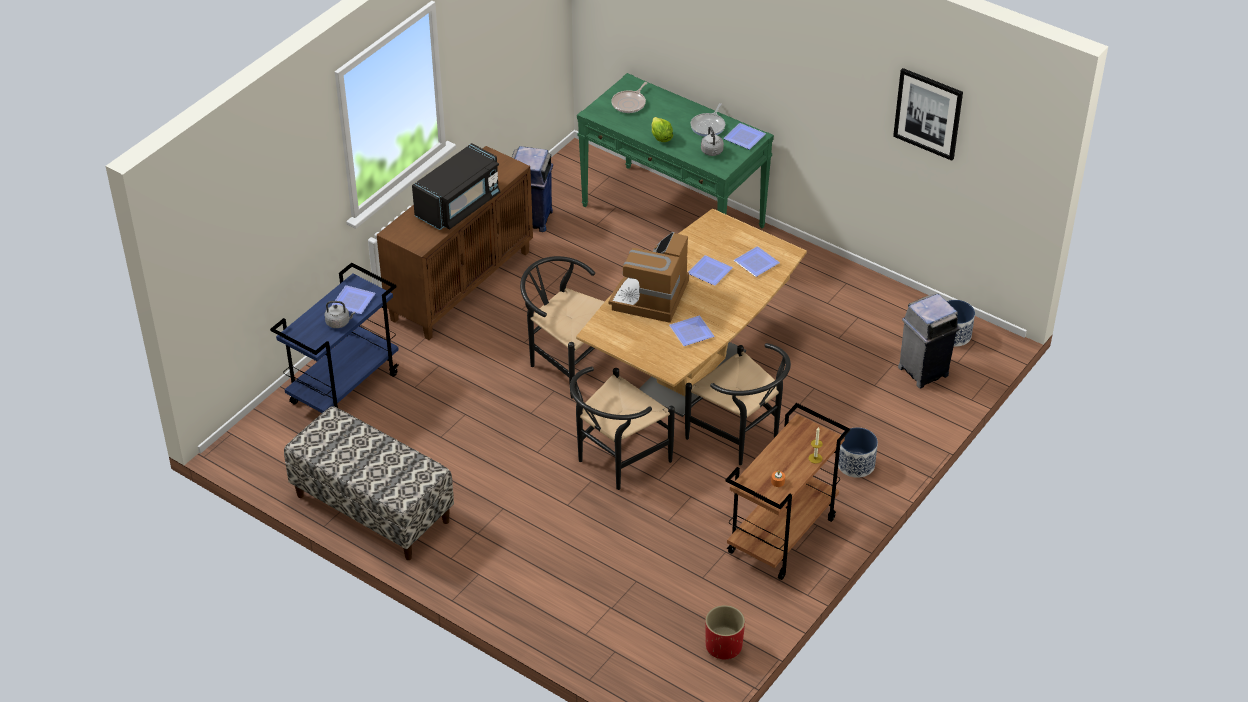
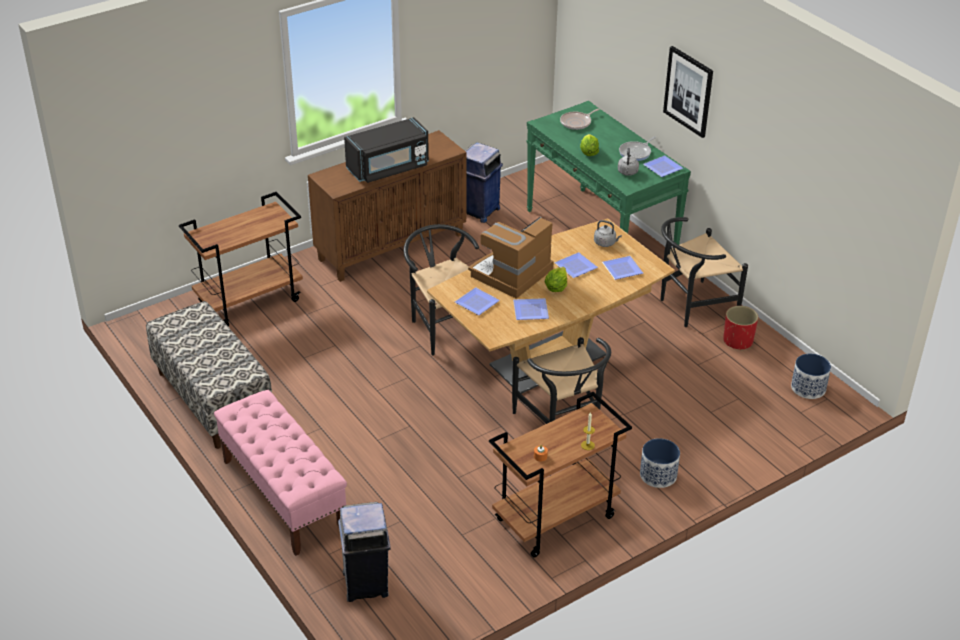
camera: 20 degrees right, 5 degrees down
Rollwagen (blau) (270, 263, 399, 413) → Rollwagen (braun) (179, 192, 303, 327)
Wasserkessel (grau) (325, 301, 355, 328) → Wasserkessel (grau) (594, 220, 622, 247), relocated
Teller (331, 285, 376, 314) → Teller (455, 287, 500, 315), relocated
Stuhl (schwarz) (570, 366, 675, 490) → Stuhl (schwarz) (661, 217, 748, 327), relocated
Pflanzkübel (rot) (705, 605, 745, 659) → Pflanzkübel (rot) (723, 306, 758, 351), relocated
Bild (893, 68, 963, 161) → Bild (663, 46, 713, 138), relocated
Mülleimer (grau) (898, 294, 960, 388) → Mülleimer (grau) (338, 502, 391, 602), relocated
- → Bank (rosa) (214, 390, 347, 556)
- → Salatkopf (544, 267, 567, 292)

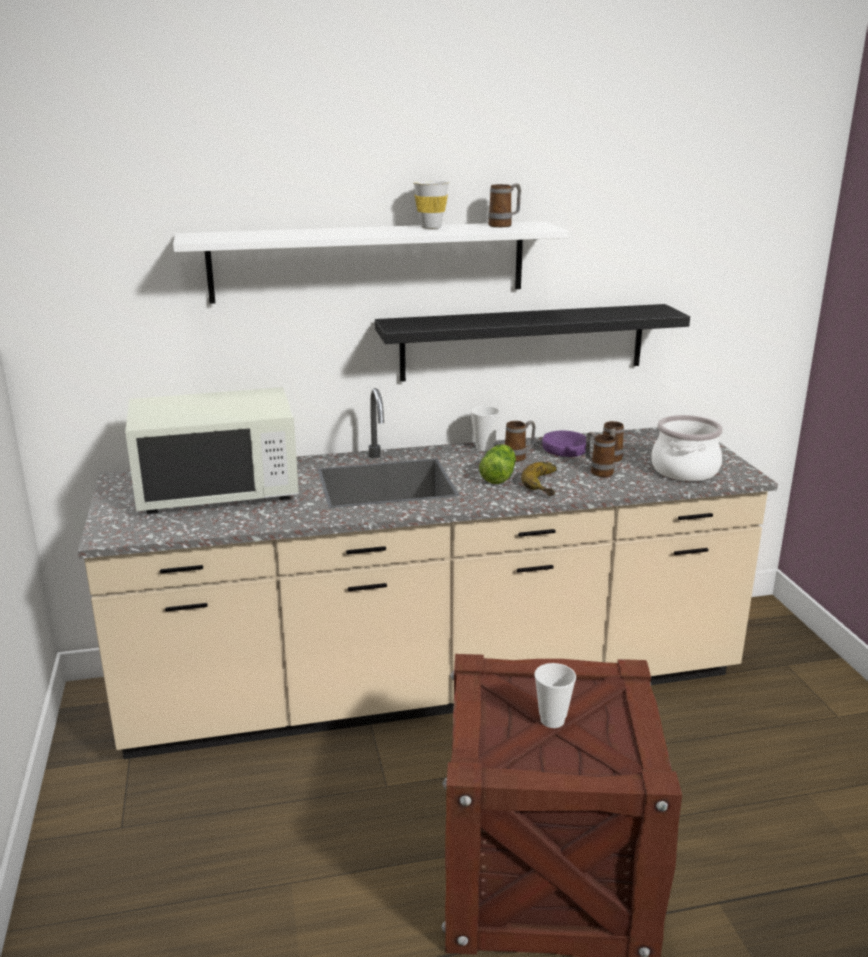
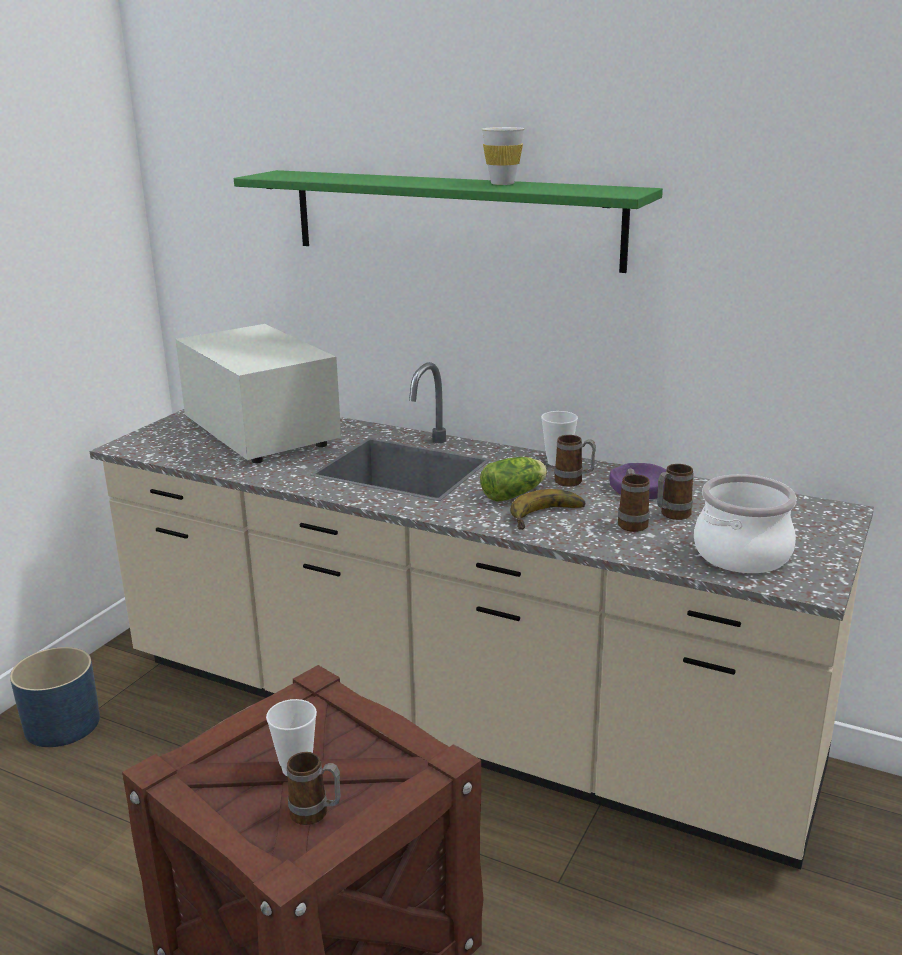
camera: 40 degrees right, 0 degrees up
Mikrowelle (weiß) (125, 387, 299, 514) → Mikrowelle (weiß) (175, 324, 341, 463), 150 degrees counterclockwise
Wandregal (weiß) (173, 221, 568, 304) → Wandregal (grün) (234, 170, 663, 273)
Wandregal (schwarz) (375, 304, 690, 382) → -
Henkelbecher (488, 183, 521, 227) → Henkelbecher (287, 752, 341, 825), relocated
- → Pflanzkübel (blau) (10, 647, 100, 747)

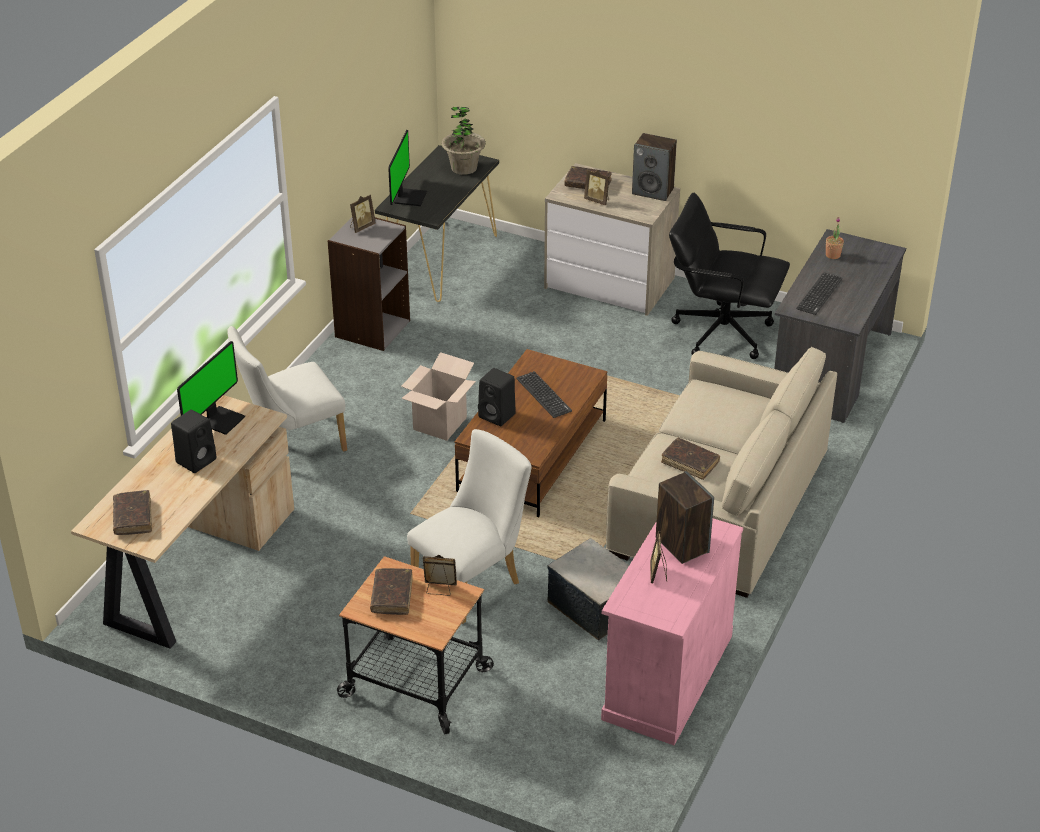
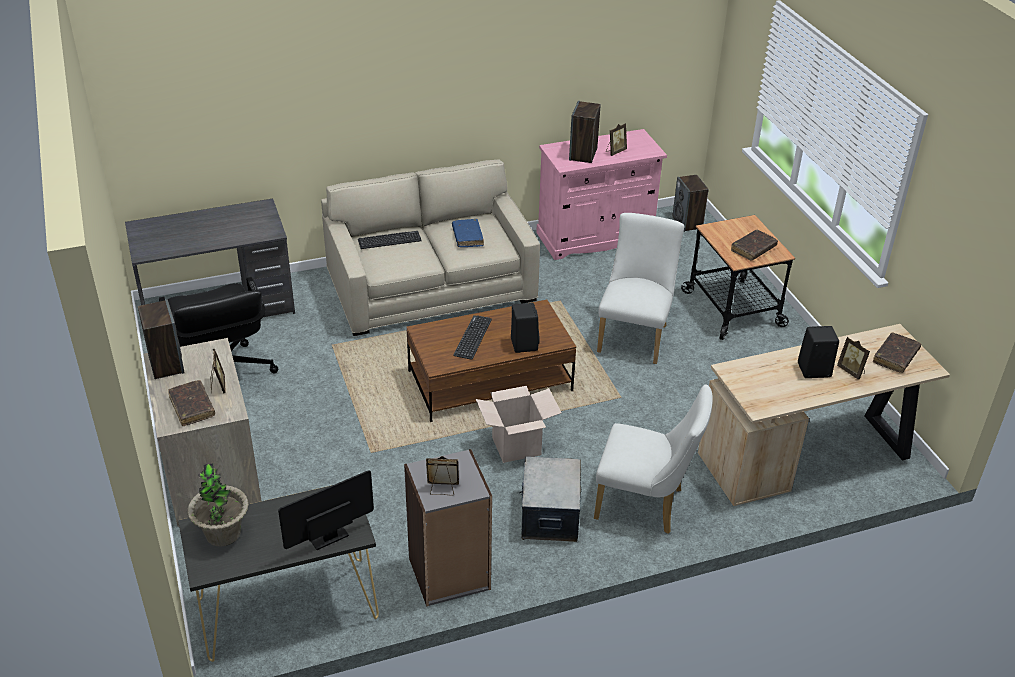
camera: 135 degrees left, 0 degrees up
Monitor (177, 341, 245, 435) → -
Stuhl (weiß) (407, 429, 531, 624) → Stuhl (weiß) (597, 213, 685, 364), 105 degrees clockwise
Bilderrahmen (423, 555, 457, 596) → Bilderrahmen (837, 337, 870, 380), relocated
Aufbewahrungsbox (547, 538, 629, 641) → Aufbewahrungsbox (520, 456, 581, 542), relocated
Buch (braun) (661, 438, 720, 480) → Buch (blau) (452, 219, 484, 247)
Tastatur (796, 272, 842, 315) → Tastatur (358, 231, 422, 249), relocated
Topfpflanze (826, 217, 844, 259) → -
- → Lautsprecher (672, 175, 709, 232)

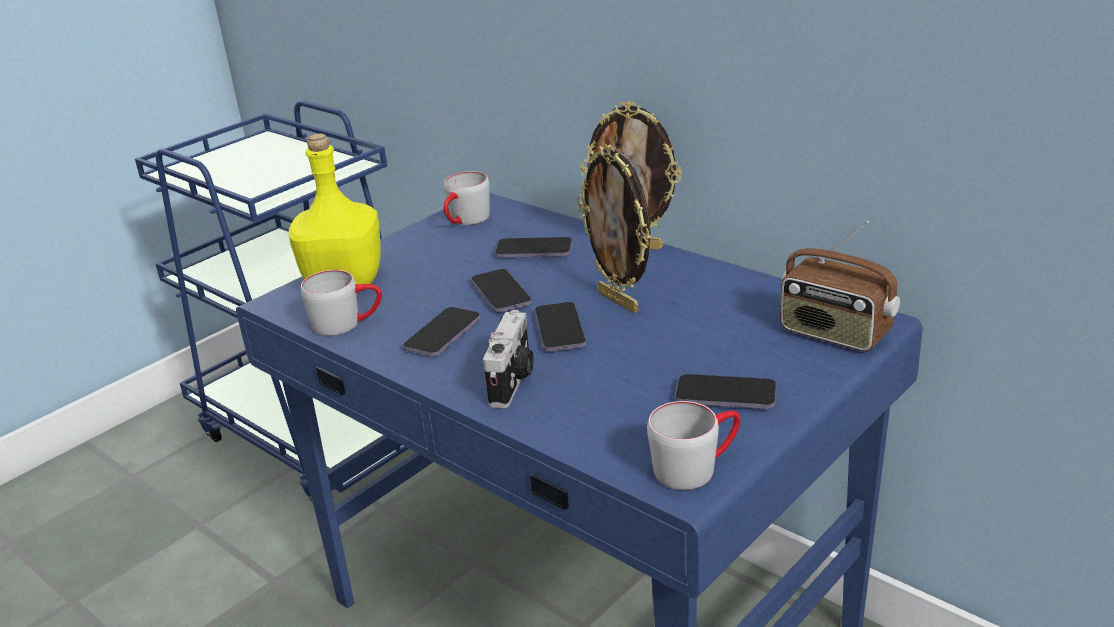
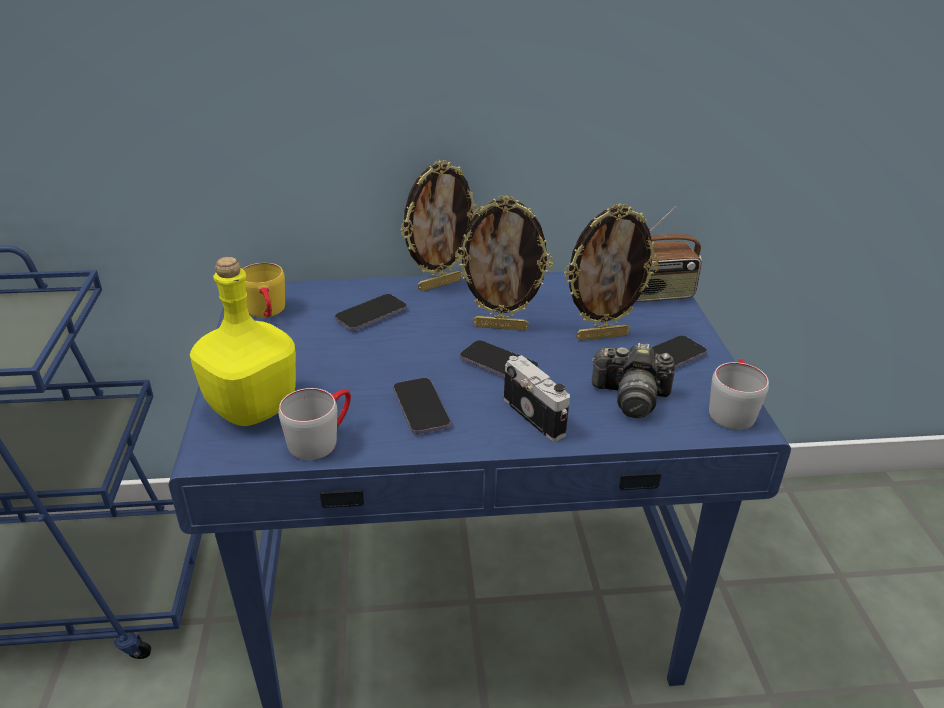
camera: 50 degrees left, 5 degrees up
Henkelbecher (grau) (443, 171, 490, 225) → Henkelbecher (gelb) (243, 263, 285, 318)
Handy (471, 269, 532, 312) → -
- → Bilderrahmen (564, 203, 659, 341)
- → Kamera (591, 343, 675, 418)

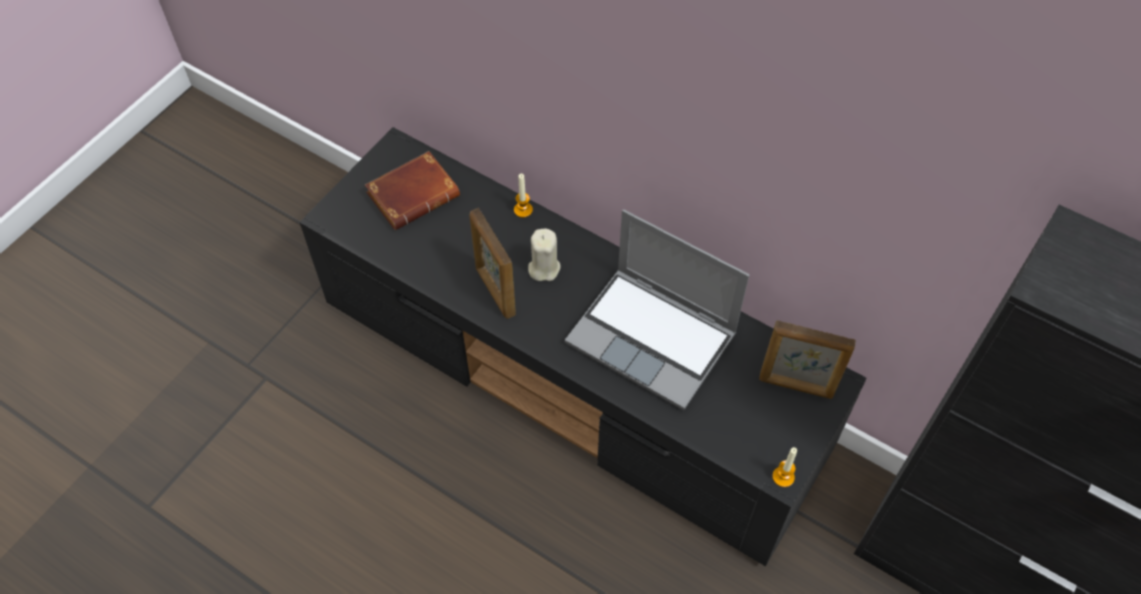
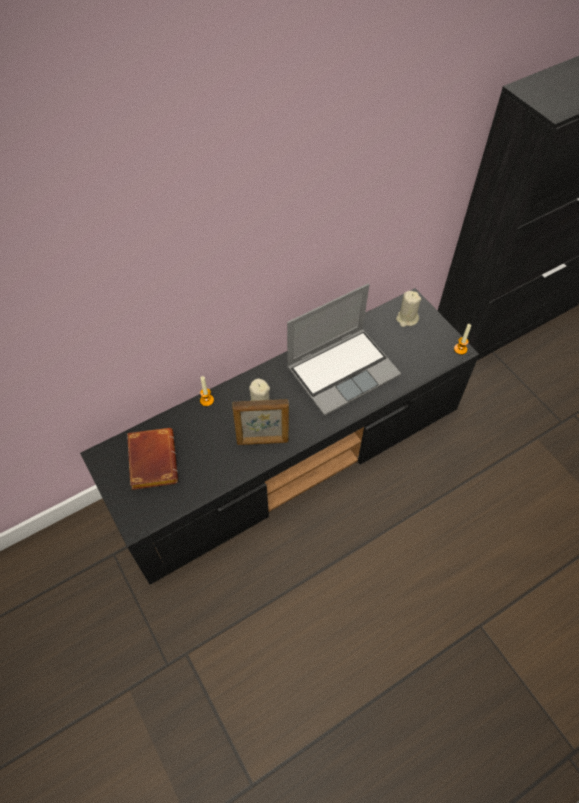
camera: 65 degrees left, 0 degrees up
Bilderrahmen (759, 320, 856, 399) → Kerze (beige) (396, 291, 421, 327)

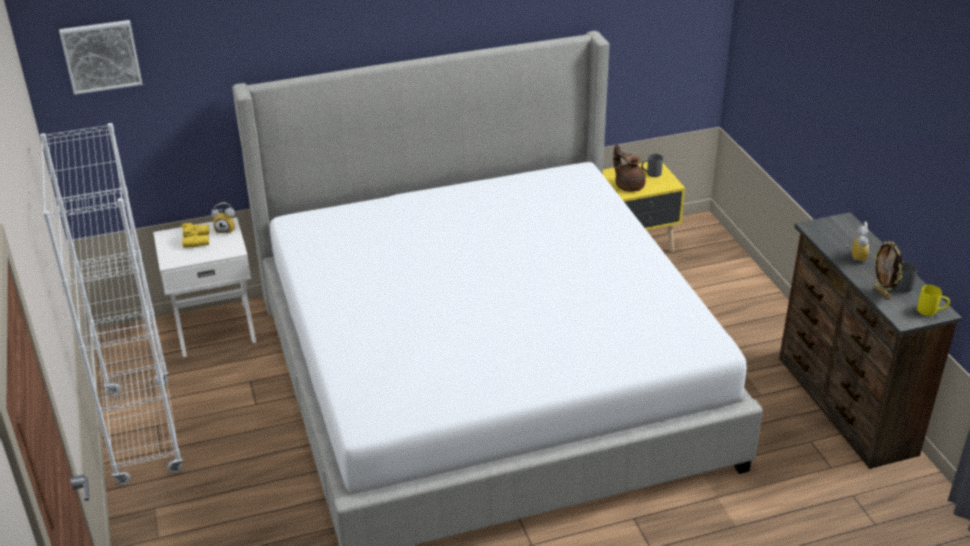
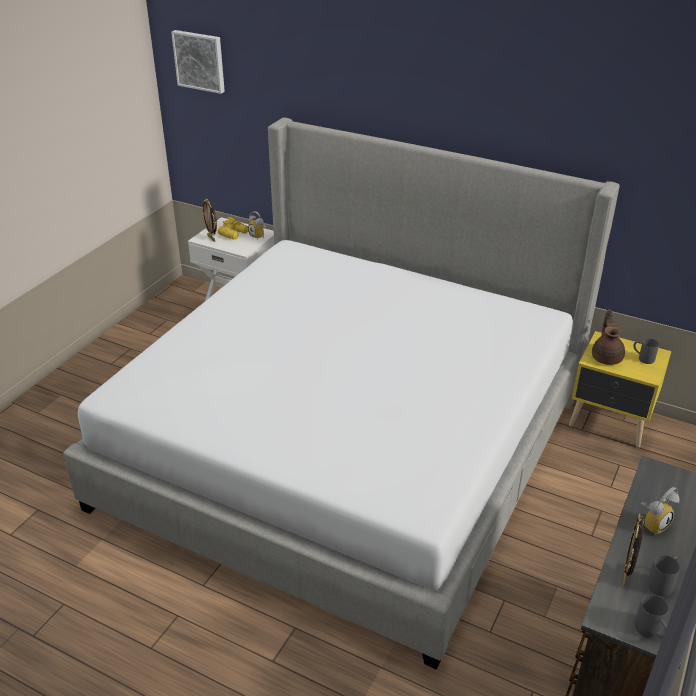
camera: 45 degrees right, 0 degrees up
Bücherregal (weiß) (40, 123, 183, 485) → -
Henkelbecher (gelb) (917, 285, 950, 316) → Henkelbecher (grau) (635, 595, 669, 639)
- → Bilderrahmen (202, 199, 217, 242)

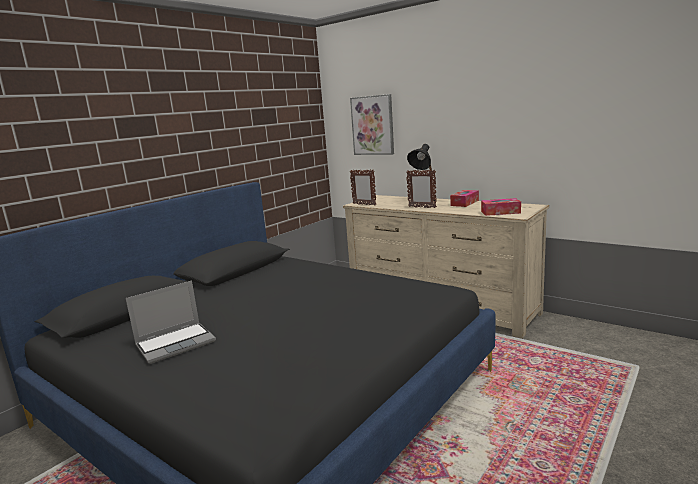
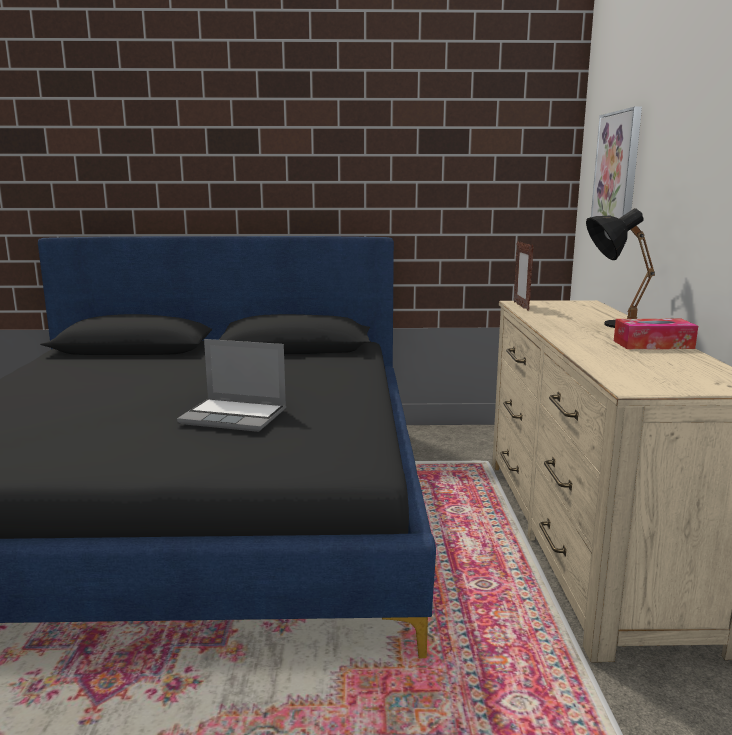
camera: 50 degrees right, 0 degrees up
Laptop (126, 280, 216, 364) → Laptop (177, 339, 286, 432), relocated
Bilderrahmen (406, 169, 437, 208) → -
Taschentuchbox (481, 198, 521, 216) → -

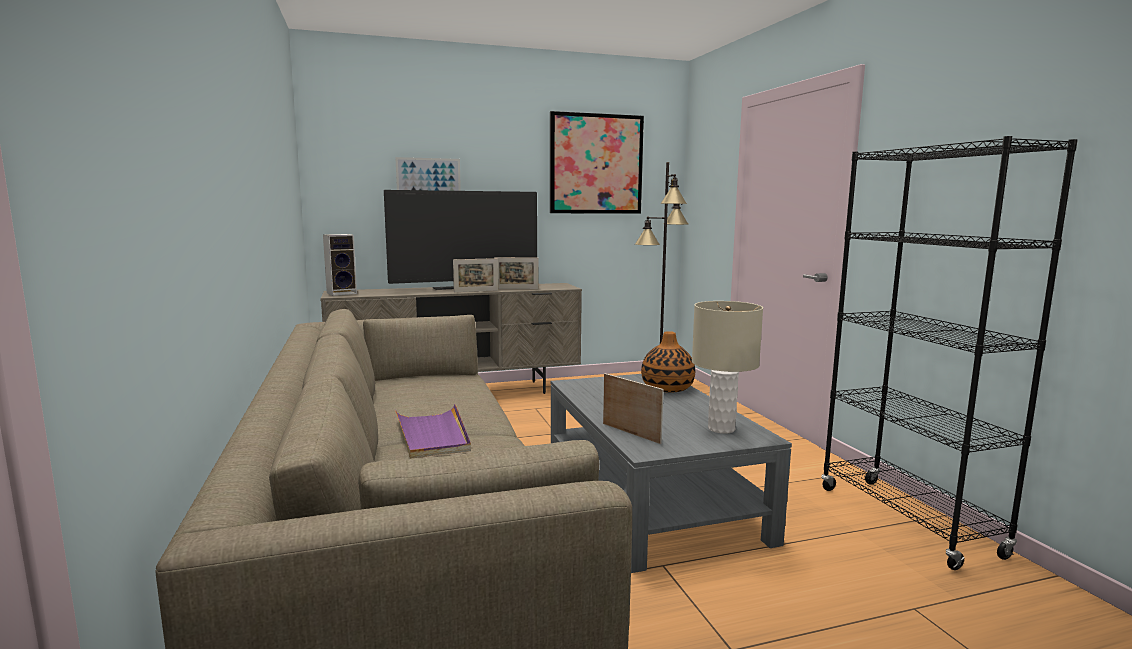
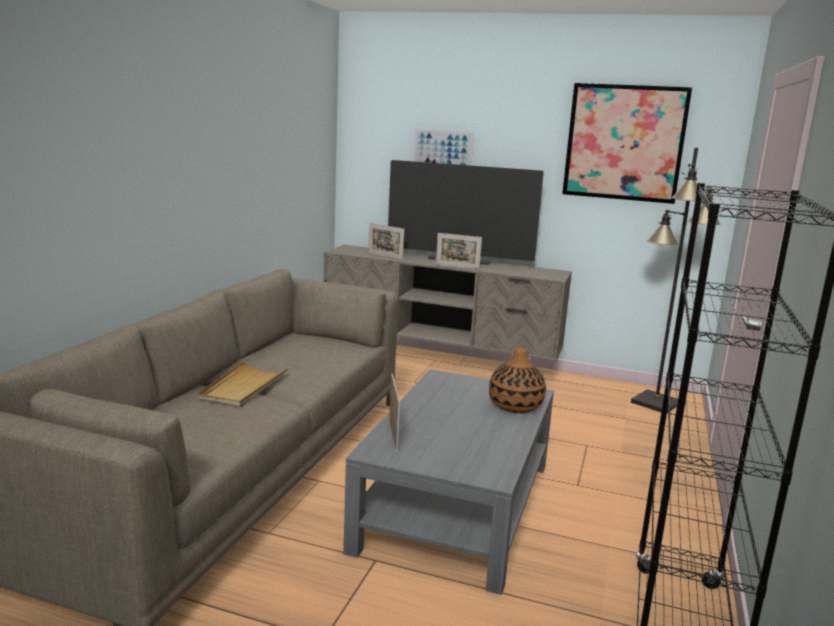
camera: 35 degrees right, 5 degrees up
Lautsprecher (323, 234, 357, 296) → -
Tablett (lila) (395, 404, 471, 459) → Tablett (beige) (198, 361, 288, 408)
Bilderrahmen (494, 257, 538, 289) → Bilderrahmen (368, 223, 404, 260), relocated
Tischlampe (beige) (692, 301, 763, 434) → -

